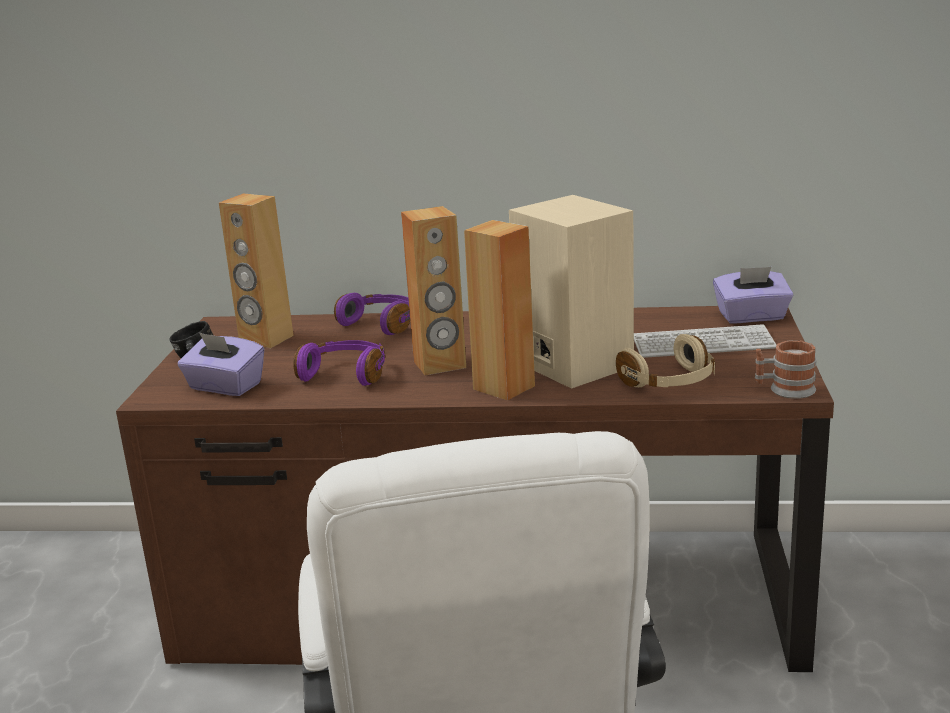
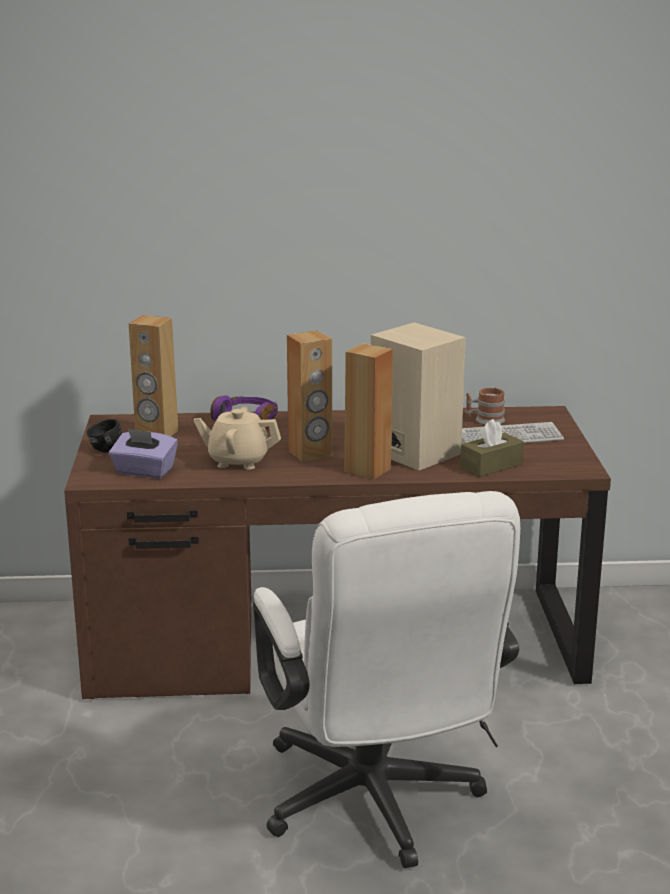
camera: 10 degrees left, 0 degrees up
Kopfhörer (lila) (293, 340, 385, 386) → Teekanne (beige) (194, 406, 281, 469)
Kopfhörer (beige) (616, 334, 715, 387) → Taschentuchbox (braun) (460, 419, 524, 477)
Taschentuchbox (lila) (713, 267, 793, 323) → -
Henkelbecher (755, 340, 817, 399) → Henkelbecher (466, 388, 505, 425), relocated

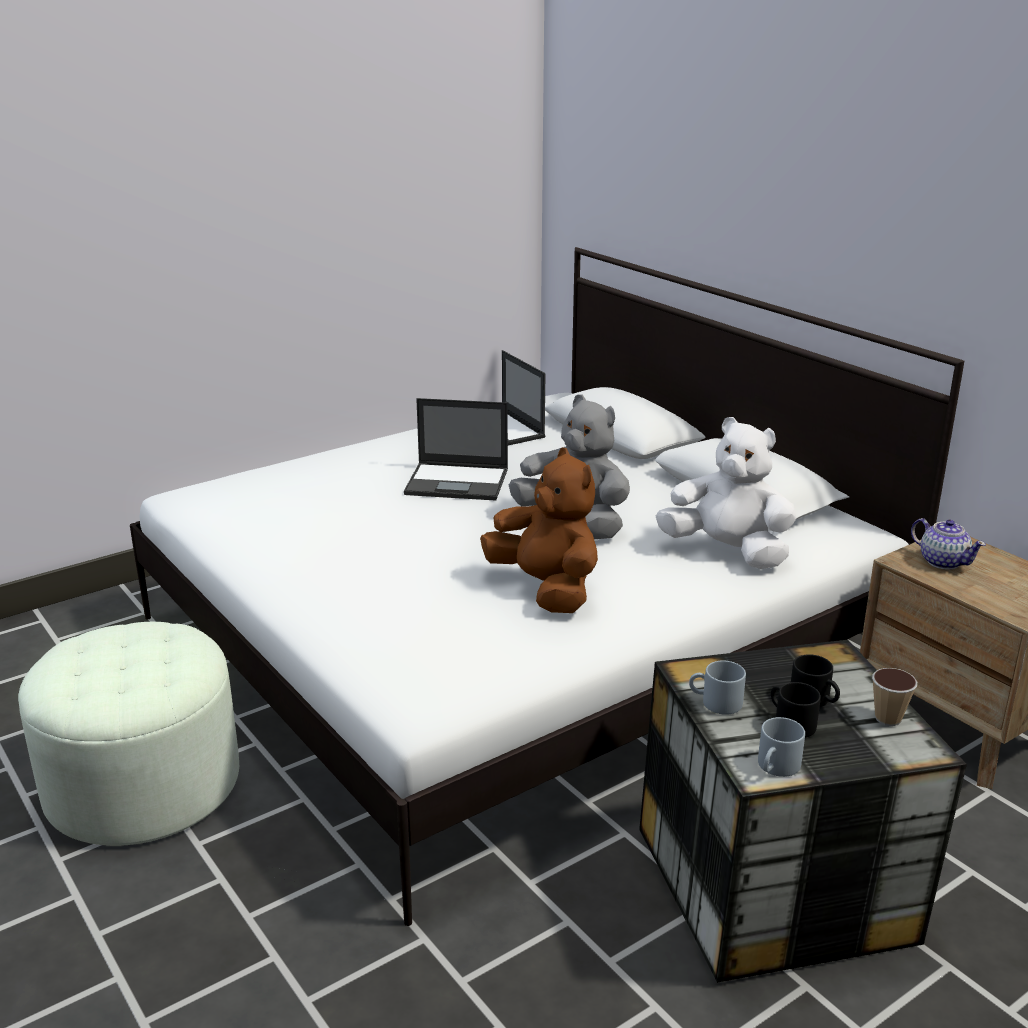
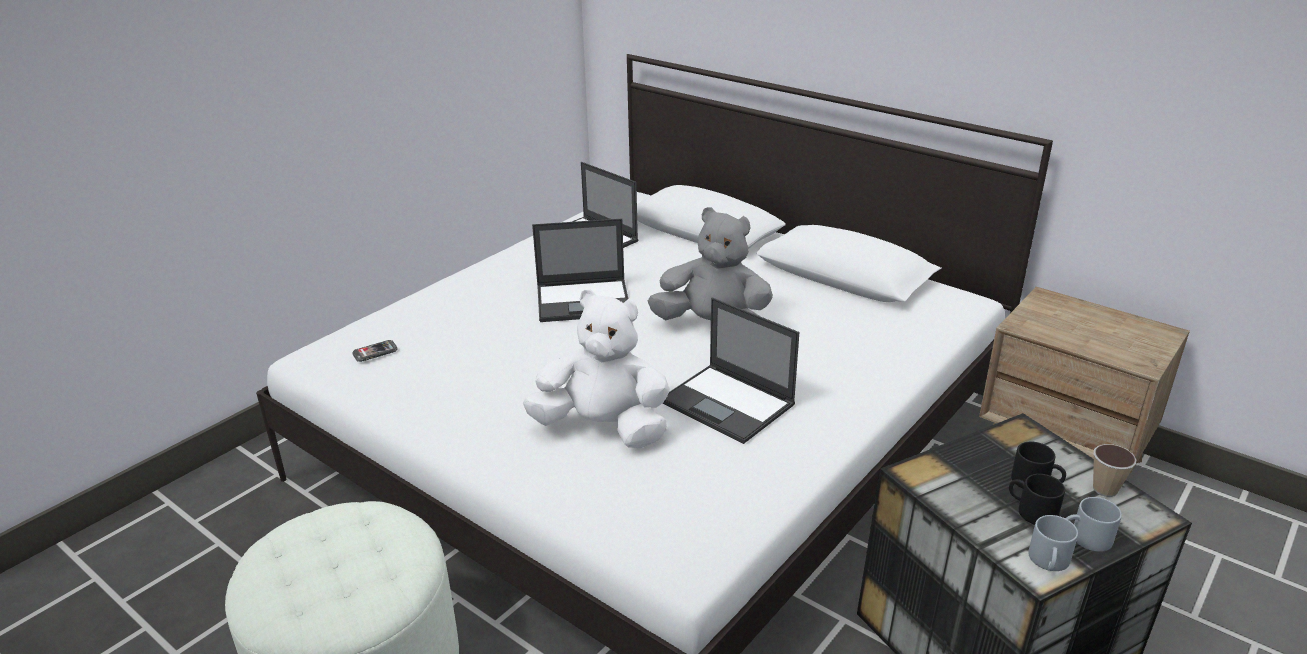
camera: 15 degrees left, 5 degrees up
Plüschtier (braun) (480, 447, 598, 613) → Laptop (662, 298, 799, 444)
Plüschtier (weiß) (656, 417, 797, 569) → Plüschtier (weiß) (523, 289, 670, 448), relocated
Henkelbecher (grau) (689, 661, 746, 715) → Henkelbecher (grau) (1065, 497, 1122, 552), relocated
Teekanne (911, 518, 986, 570) → -
- → Handy (352, 340, 398, 362)

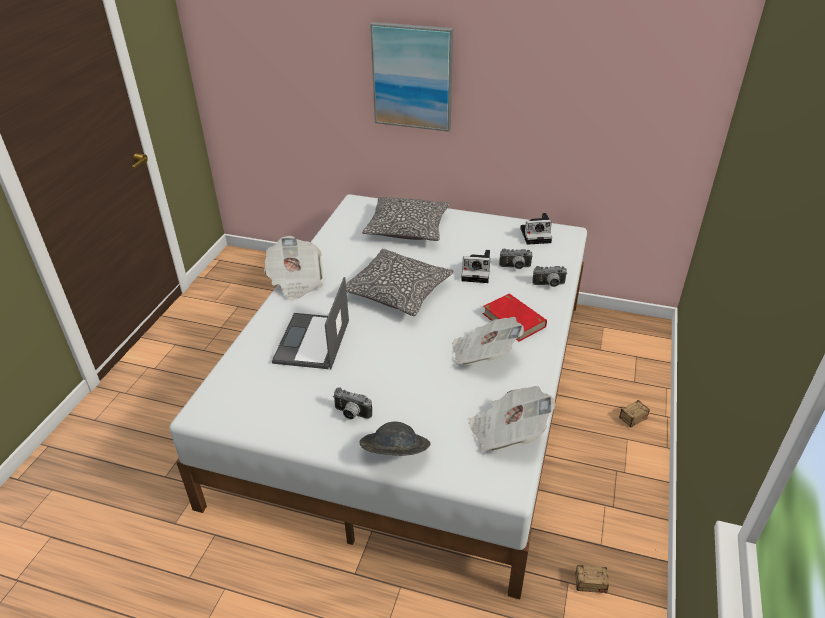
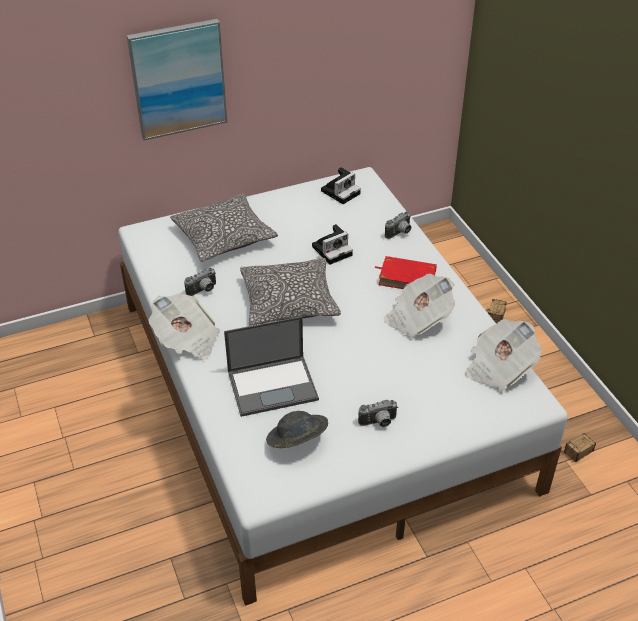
camera: 40 degrees left, 5 degrees up
Laptop (272, 277, 349, 370) → Laptop (224, 316, 319, 417), 75 degrees counterclockwise
Hut (grau) (359, 422, 430, 456) → Hut (grau) (266, 411, 328, 448), relocated
Kamera (499, 249, 533, 269) → Kamera (184, 268, 216, 296), relocated

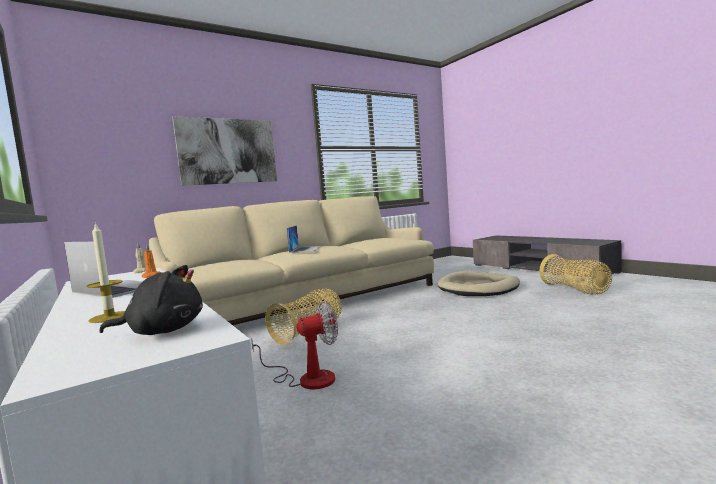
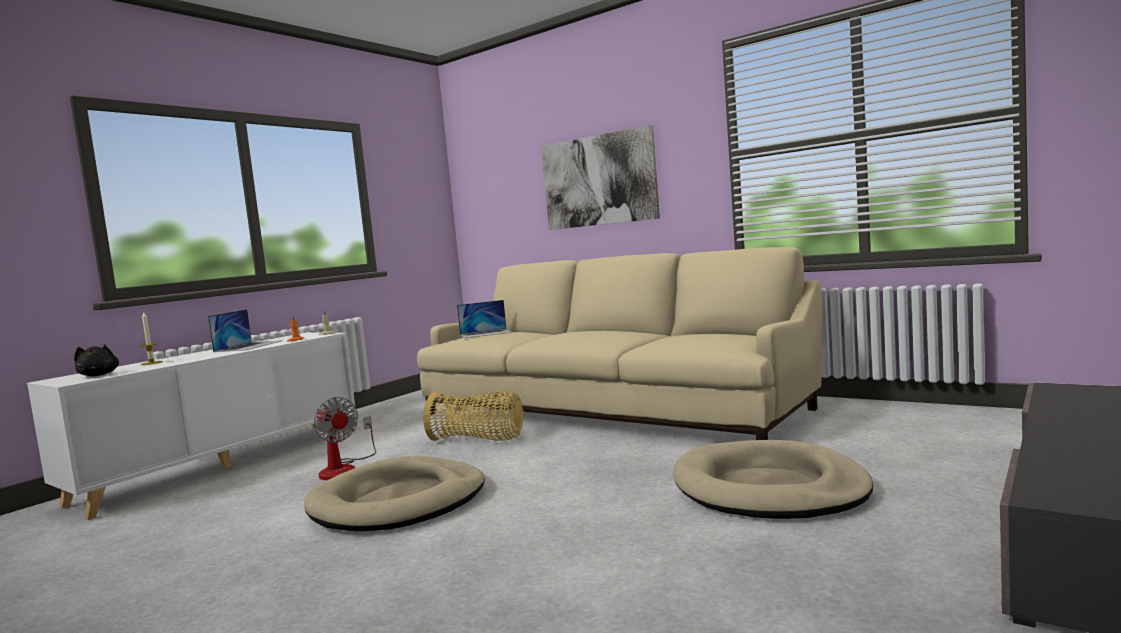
camera: 70 degrees right, 0 degrees up
Laptop (287, 225, 321, 253) → Laptop (457, 300, 512, 338), relocated
Korb (539, 254, 612, 295) → -
- → Hundebett (beige) (304, 456, 485, 531)

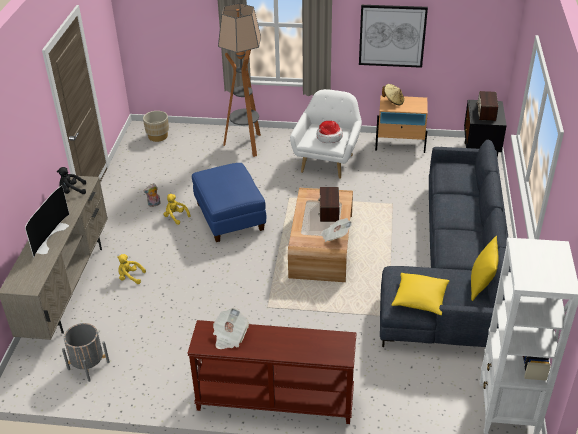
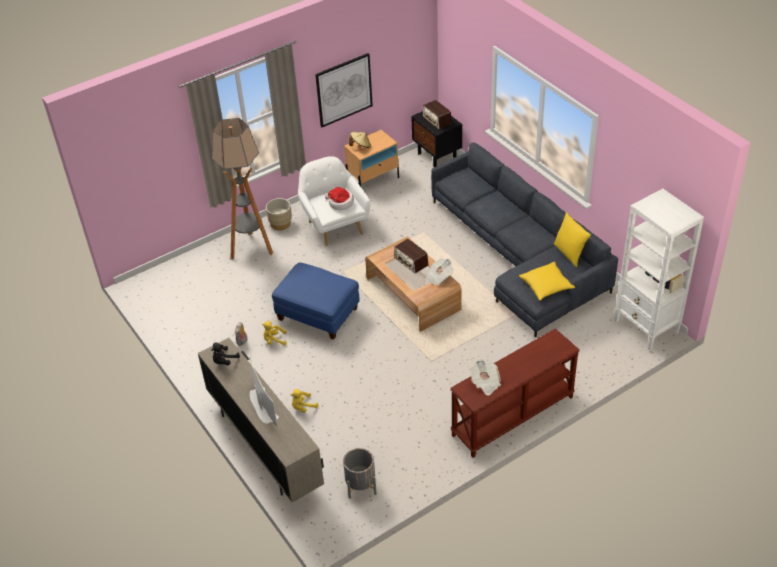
camera: 40 degrees left, 5 degrees up
Pflanzkübel (beige) (143, 111, 169, 142) → Pflanzkübel (beige) (266, 198, 292, 230), relocated

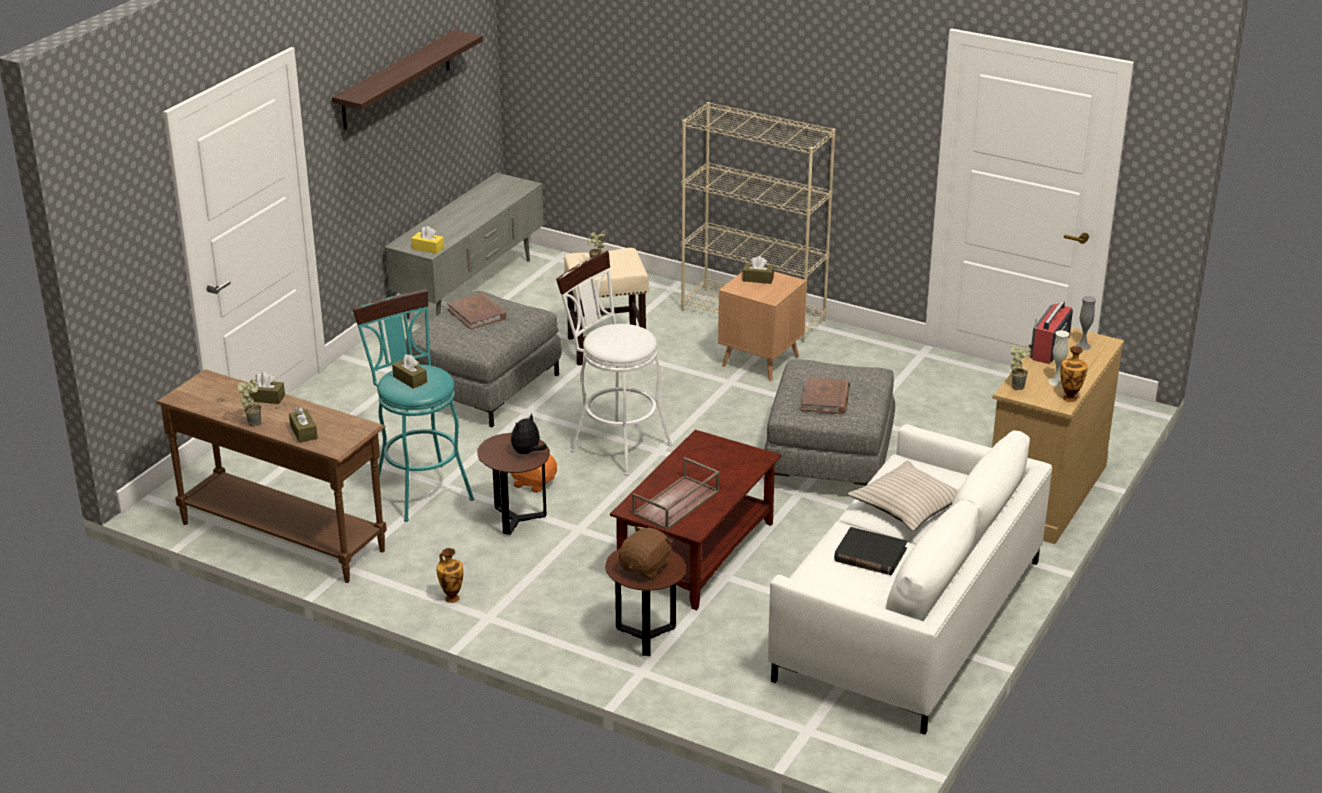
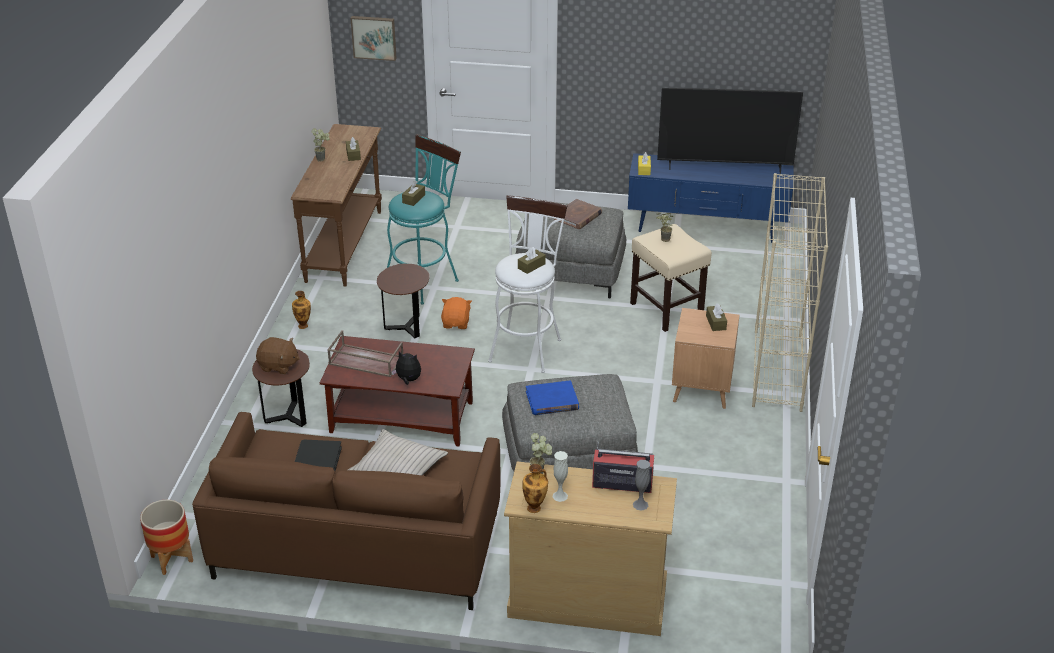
camera: 70 degrees right, 5 degrees up
Taschentuchbox (braun) (289, 407, 318, 443) → Taschentuchbox (braun) (518, 247, 546, 274), relocated
Wandregal (332, 30, 483, 129) → -
Fernsehschrank (grau) (384, 172, 543, 319) → Fernsehschrank (blau) (628, 153, 794, 243)
Plüschtier (511, 413, 547, 454) → Plüschtier (391, 351, 421, 385), relocated
Sofa (weiß) (768, 424, 1052, 735) → Sofa (braun) (192, 412, 500, 610)
Buch (braun) (801, 376, 850, 414) → Buch (blau) (526, 380, 579, 415)
- → Pflanzkübel (140, 500, 193, 575)
- → Bild (350, 16, 397, 61)
- → Fernseher (657, 88, 803, 174)

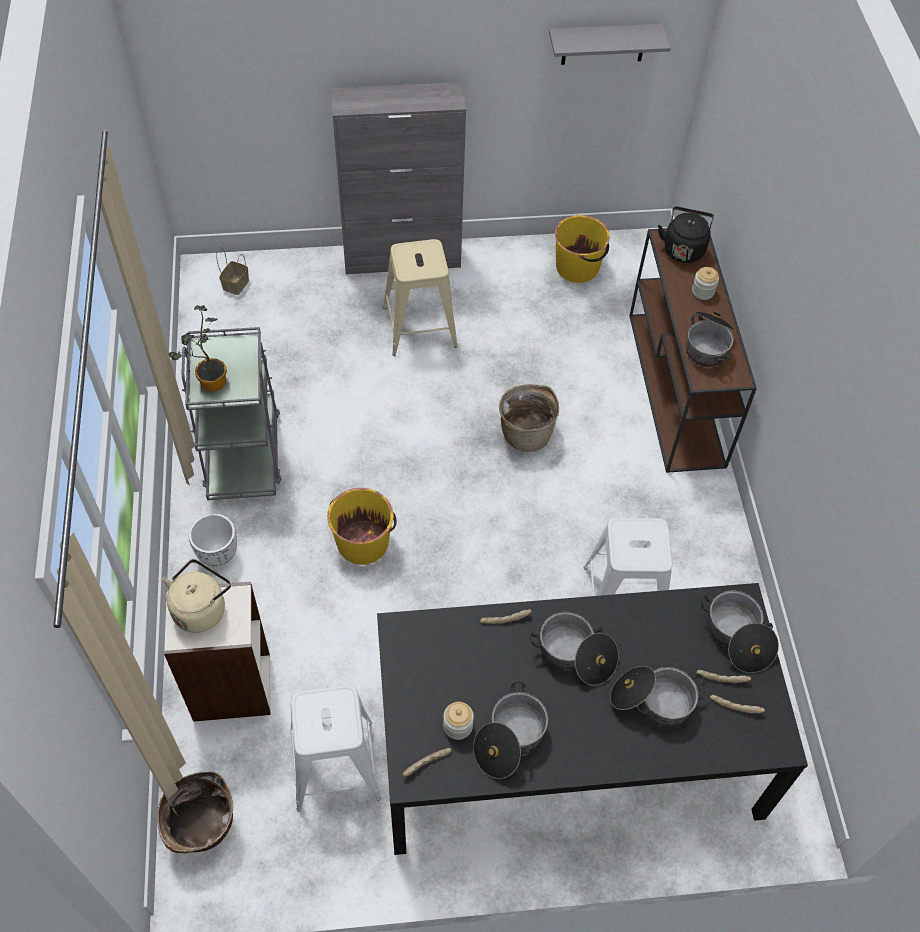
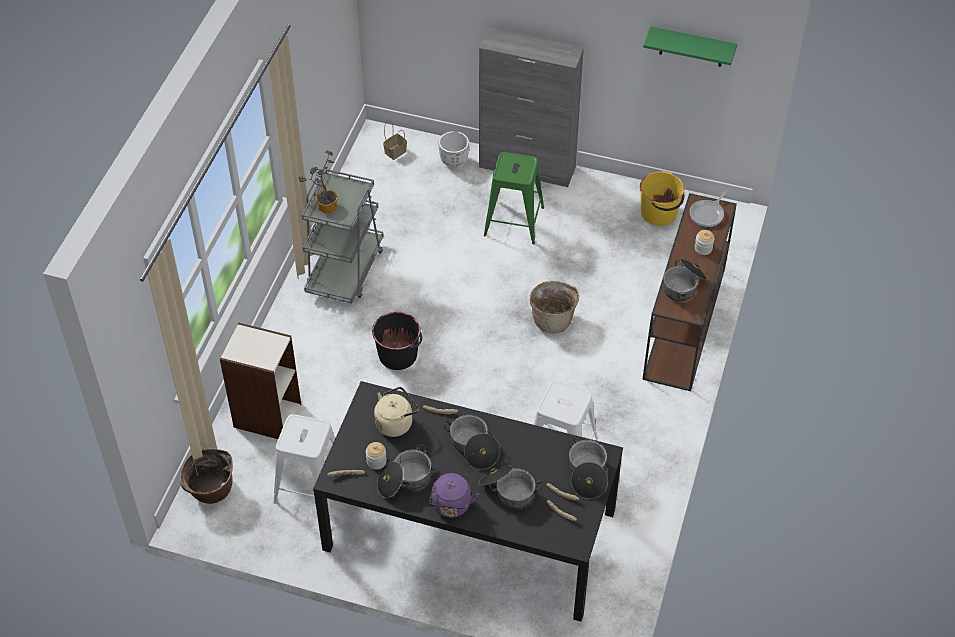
camera: 25 degrees right, 5 degrees down
Wasserkessel (beige) (163, 559, 231, 633) → Wasserkessel (beige) (374, 387, 419, 437), relocated
Pflanzkübel (weiß) (189, 514, 237, 567) → Pflanzkübel (weiß) (438, 131, 469, 167), relocated
Eimer (gelb) (327, 488, 397, 565) → Eimer (schwarz) (372, 312, 422, 370)
Hocker (beige) (383, 239, 458, 356) → Hocker (grün) (484, 152, 544, 244)
Wandregal (grau) (549, 24, 671, 65) → Wandregal (grün) (643, 26, 737, 67)
Wasserkessel (schwarz) (658, 207, 714, 263) → Pfanne (690, 191, 727, 227)
- → Wasserkessel (lila) (429, 473, 479, 518)

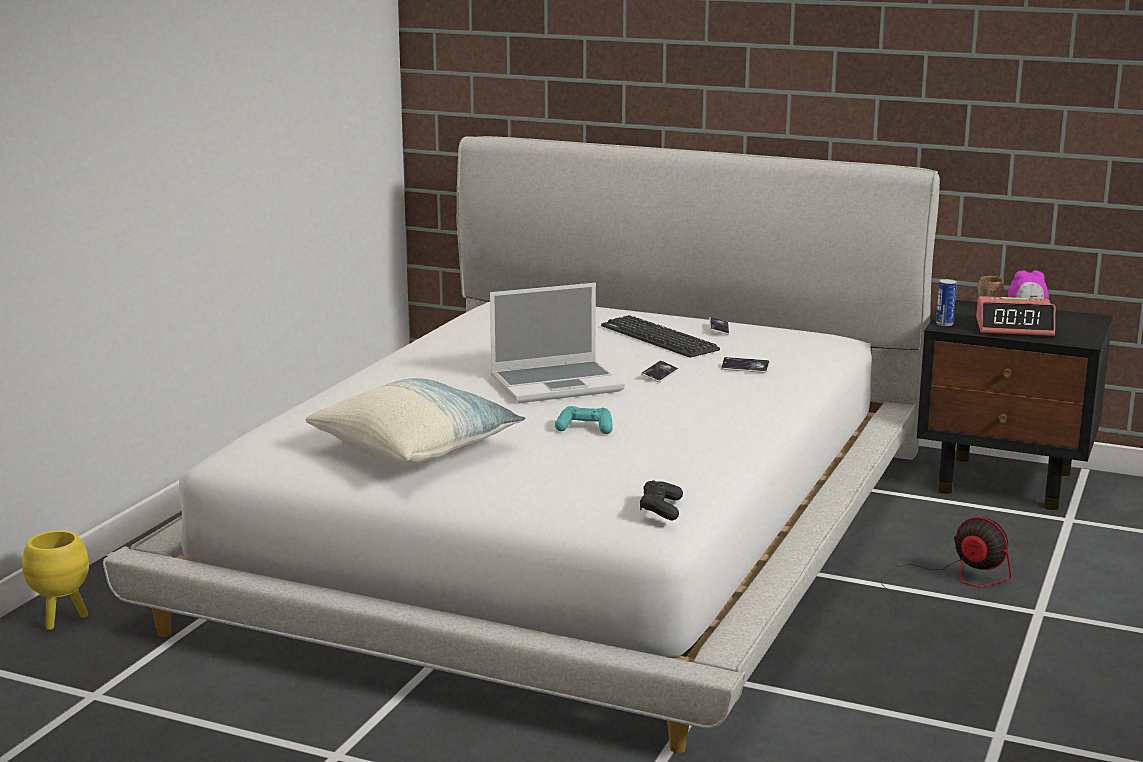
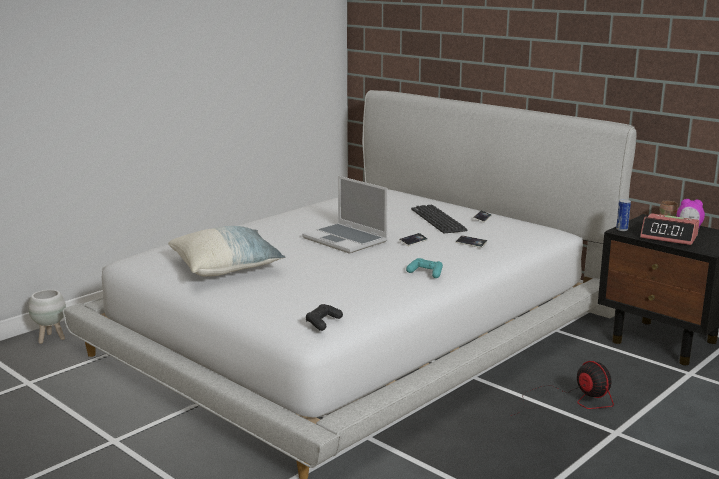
camera: 20 degrees right, 0 degrees up
Pflanzkübel (gelb) (22, 530, 89, 630) → Pflanzkübel (weiß) (28, 290, 66, 344)
Laptop (490, 283, 624, 403) → Laptop (302, 176, 388, 254), 45 degrees clockwise
Gamepad (türkis) (555, 406, 613, 434) → Gamepad (türkis) (406, 258, 443, 278), relocated

